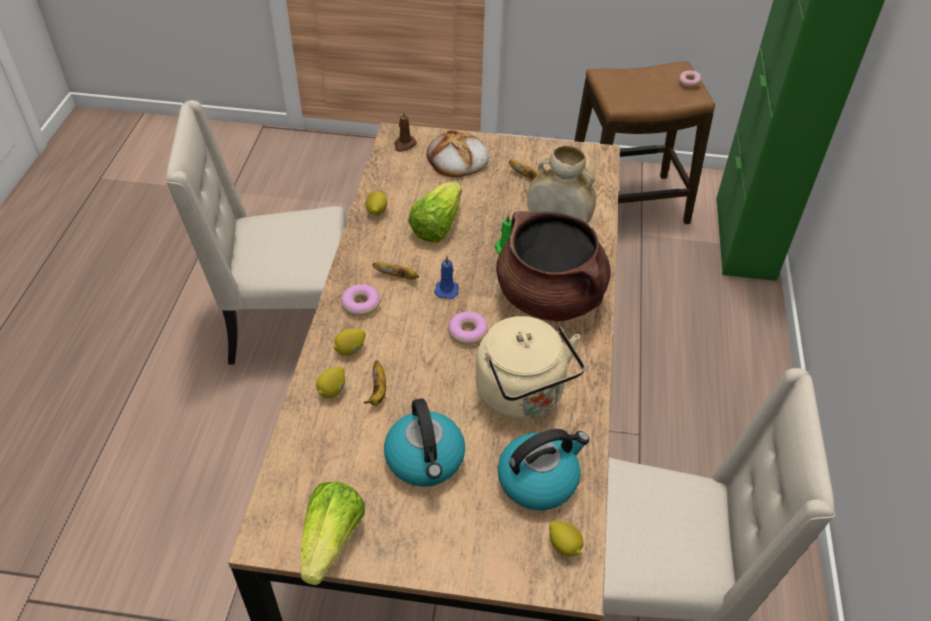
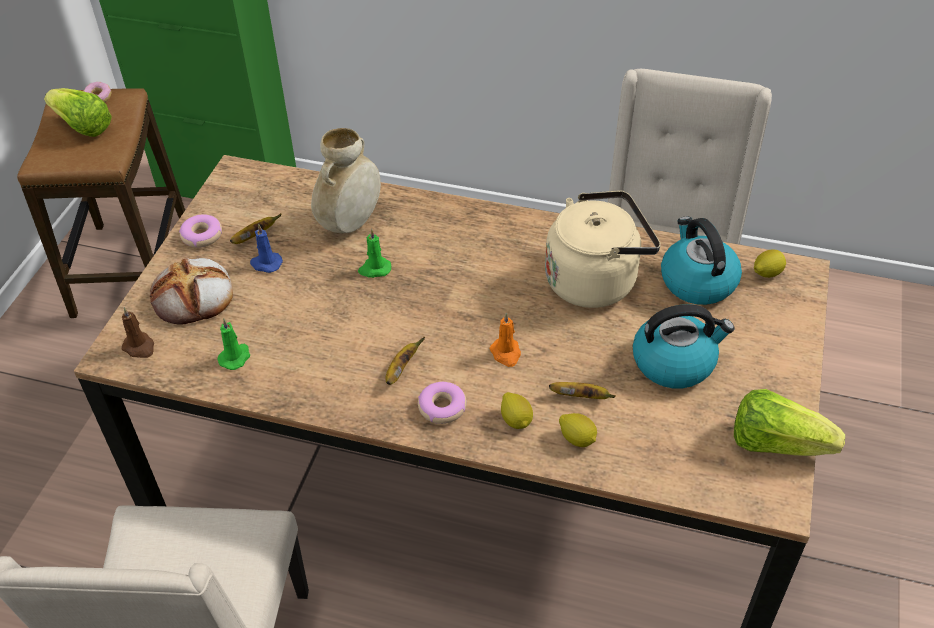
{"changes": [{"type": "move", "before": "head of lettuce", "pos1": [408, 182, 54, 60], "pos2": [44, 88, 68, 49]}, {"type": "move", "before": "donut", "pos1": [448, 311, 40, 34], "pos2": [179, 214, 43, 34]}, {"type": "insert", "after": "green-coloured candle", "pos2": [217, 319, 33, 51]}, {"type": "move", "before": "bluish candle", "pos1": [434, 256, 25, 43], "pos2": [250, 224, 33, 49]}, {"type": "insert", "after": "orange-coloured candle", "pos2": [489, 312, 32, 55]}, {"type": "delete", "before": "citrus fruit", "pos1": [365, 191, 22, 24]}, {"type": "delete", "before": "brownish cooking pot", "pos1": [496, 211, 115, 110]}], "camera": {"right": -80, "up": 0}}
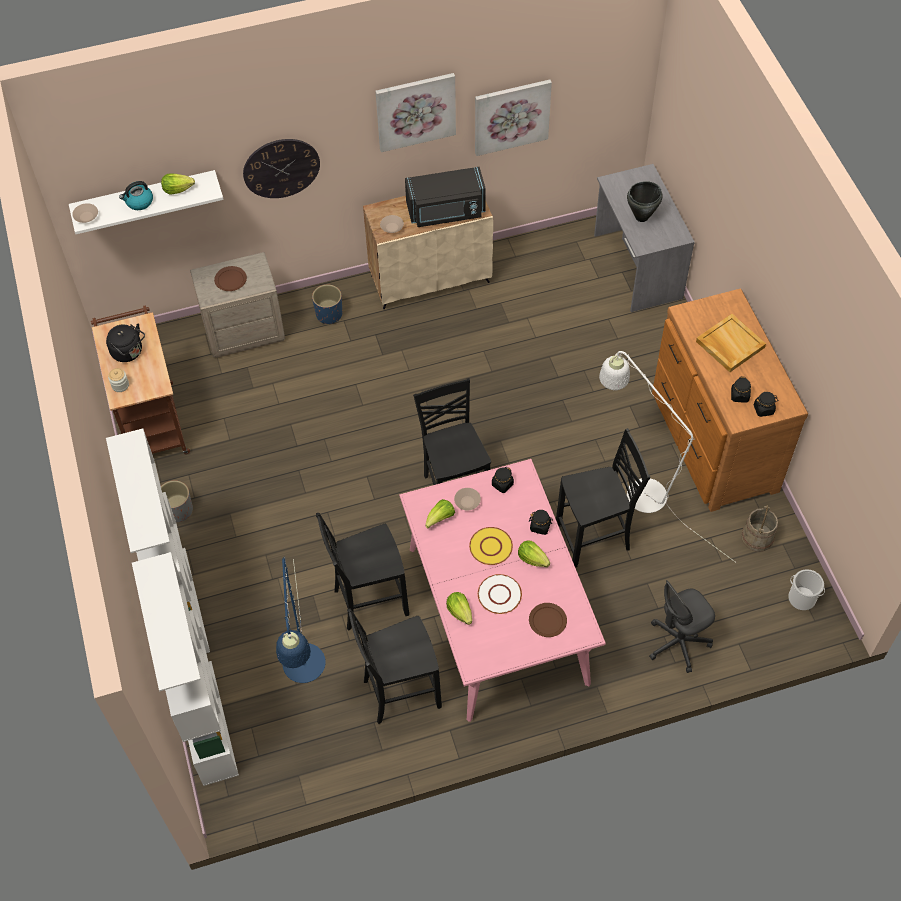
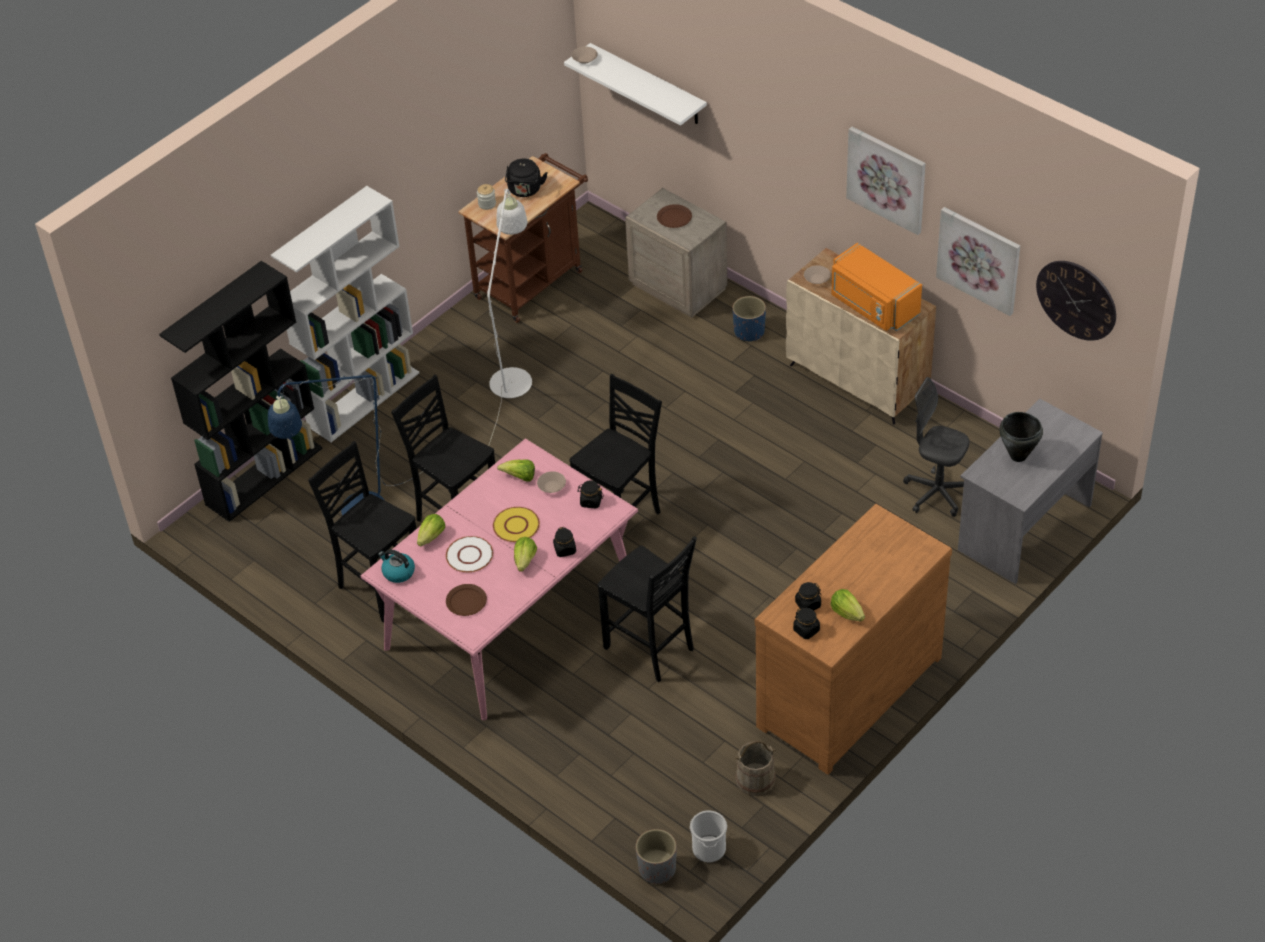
{"changes": [{"type": "recolor", "before": "whitish shelving unit", "after": "black-coloured shelving unit", "pos1": [132, 552, 107, 234], "pos2": [159, 261, 164, 261]}, {"type": "move", "before": "tea kettle", "pos1": [119, 181, 34, 29], "pos2": [378, 550, 37, 33]}, {"type": "move", "before": "whitish floor lamp", "pos1": [599, 351, 136, 211], "pos2": [487, 189, 45, 255]}, {"type": "move", "before": "gray flower pot", "pos1": [161, 480, 32, 42], "pos2": [636, 829, 40, 56]}, {"type": "recolor", "before": "black-coloured kitchen microwave", "after": "orange-coloured kitchen microwave", "pos1": [405, 167, 81, 60], "pos2": [831, 243, 91, 88]}, {"type": "move", "before": "head of lettuce", "pos1": [161, 173, 34, 21], "pos2": [831, 589, 34, 33]}, {"type": "move", "before": "gray computer chair", "pos1": [649, 580, 66, 93], "pos2": [903, 377, 66, 140]}, {"type": "move", "before": "hanging clock", "pos1": [243, 139, 77, 59], "pos2": [1036, 261, 80, 80]}, {"type": "delete", "before": "beige-coloured tray", "pos1": [696, 314, 70, 58]}], "camera": {"right": 60, "up": -10}}
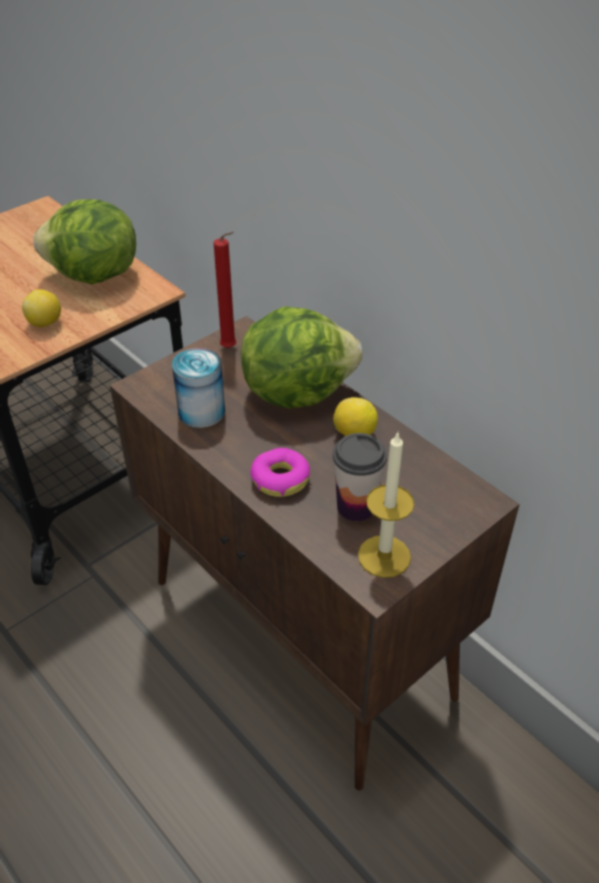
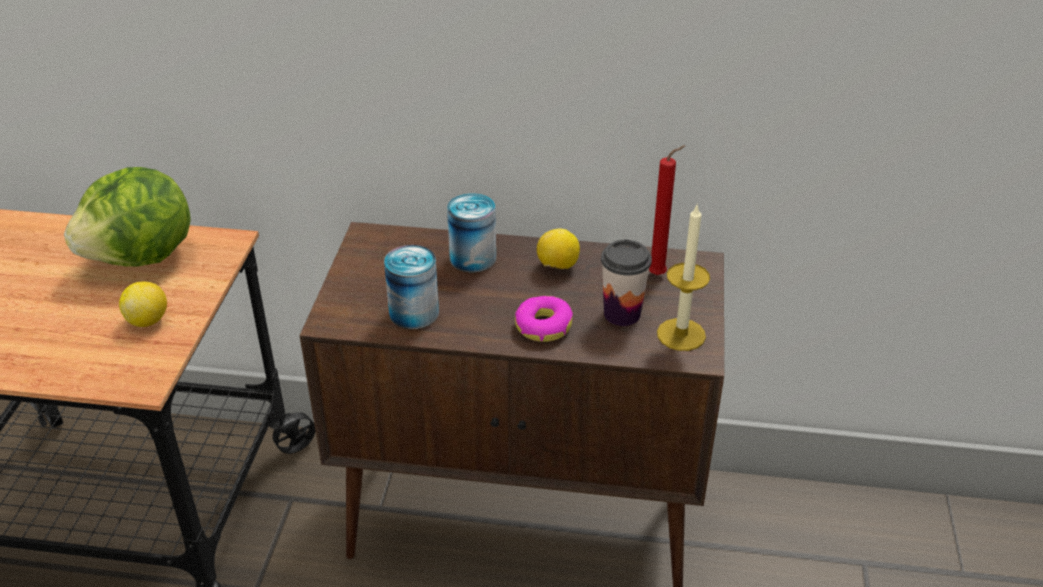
{"changes": [{"type": "replace", "before": "head of lettuce", "after": "sealed can", "pos1": [241, 306, 122, 103], "pos2": [447, 193, 49, 79]}, {"type": "move", "before": "red candle", "pos1": [213, 232, 24, 116], "pos2": [649, 145, 37, 130]}], "camera": {"right": -40, "up": -5}}
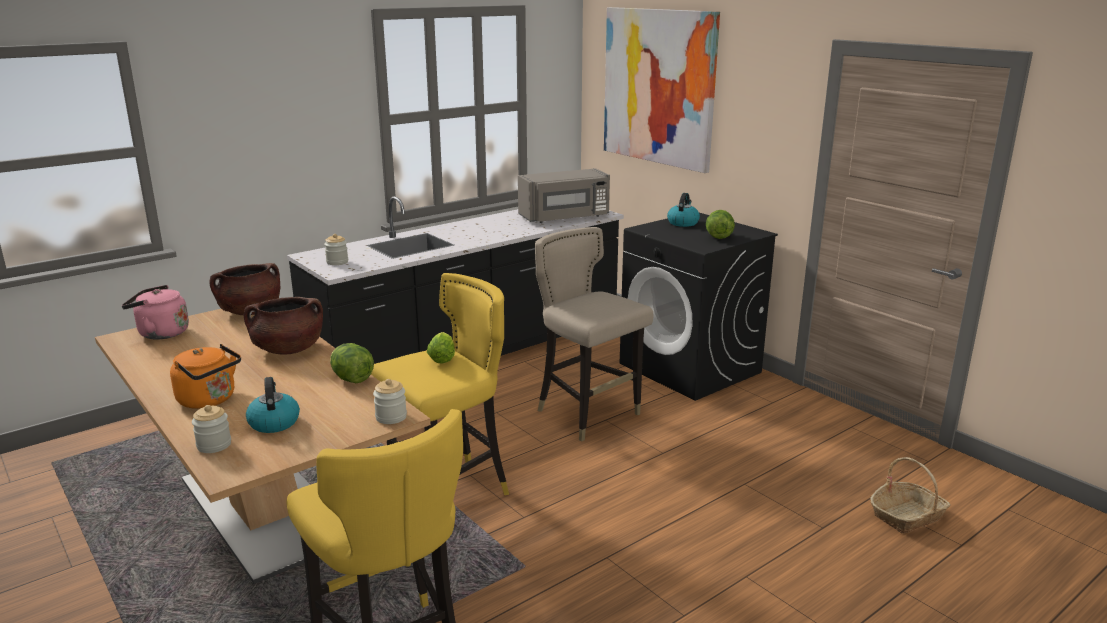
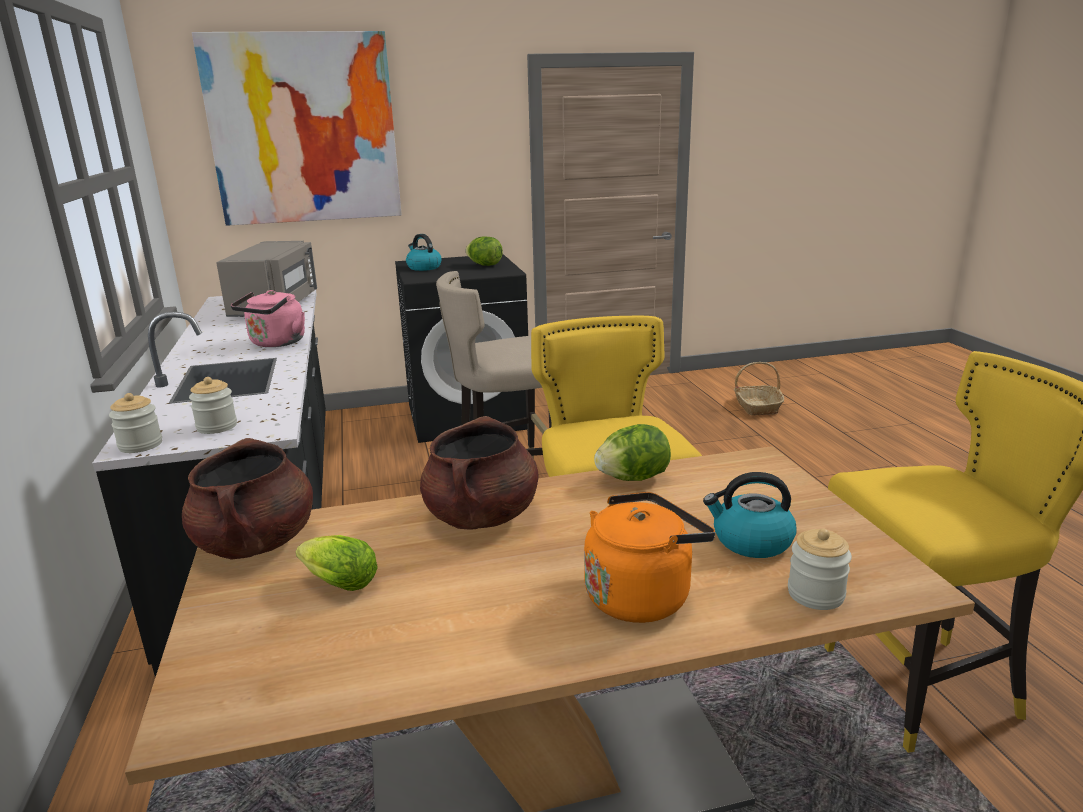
{"changes": [{"type": "move", "before": "jar", "pos1": [373, 379, 34, 45], "pos2": [109, 393, 53, 60]}, {"type": "move", "before": "pink-coloured tea kettle", "pos1": [122, 285, 67, 55], "pos2": [231, 290, 74, 57]}, {"type": "move", "before": "head of lettuce", "pos1": [427, 332, 28, 32], "pos2": [296, 535, 82, 56]}], "camera": {"right": -65, "up": 0}}
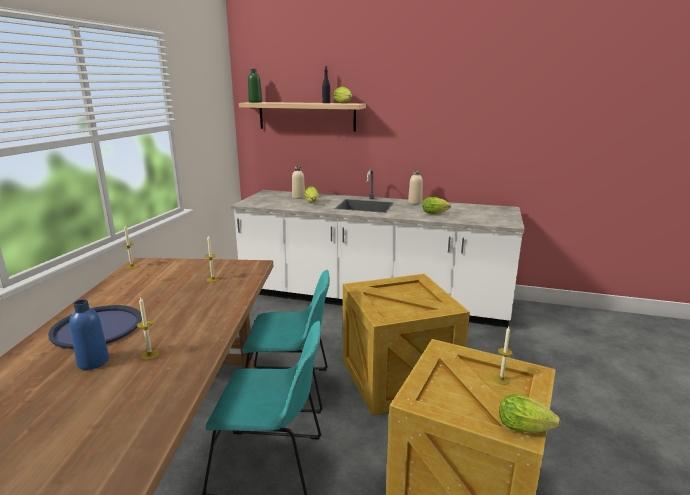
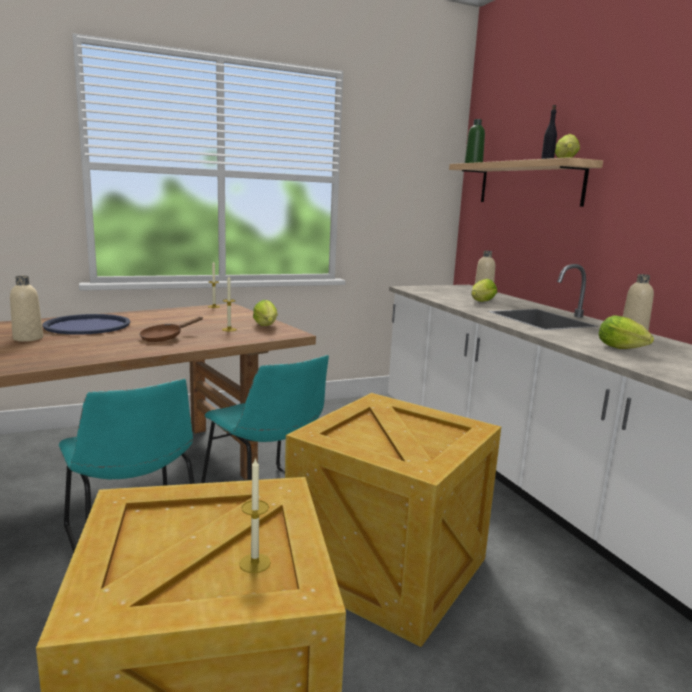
{"changes": [{"type": "recolor", "before": "bluish beverage bottle", "after": "beige-coloured beverage bottle", "pos1": [69, 299, 40, 71], "pos2": [10, 276, 33, 66]}, {"type": "insert", "after": "brownish skillet", "pos2": [139, 317, 64, 25]}, {"type": "move", "before": "head of lettuce", "pos1": [499, 394, 62, 39], "pos2": [253, 300, 25, 26]}, {"type": "delete", "before": "candle", "pos1": [137, 297, 22, 63]}], "camera": {"right": 50, "up": -5}}
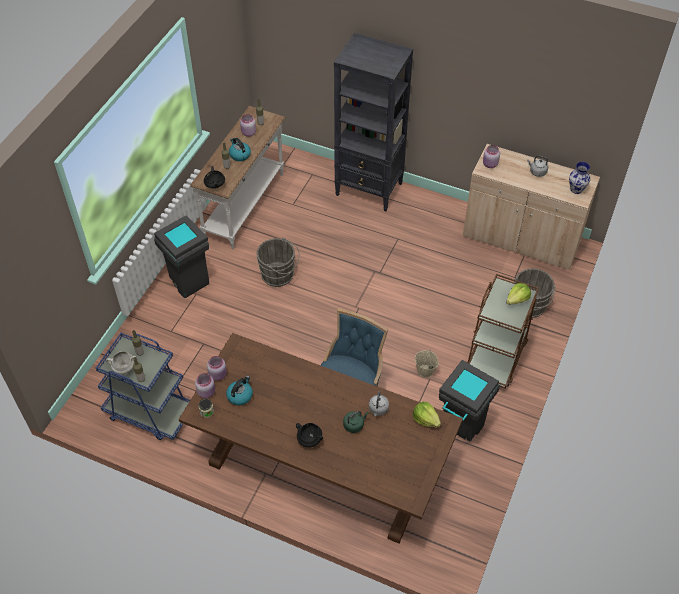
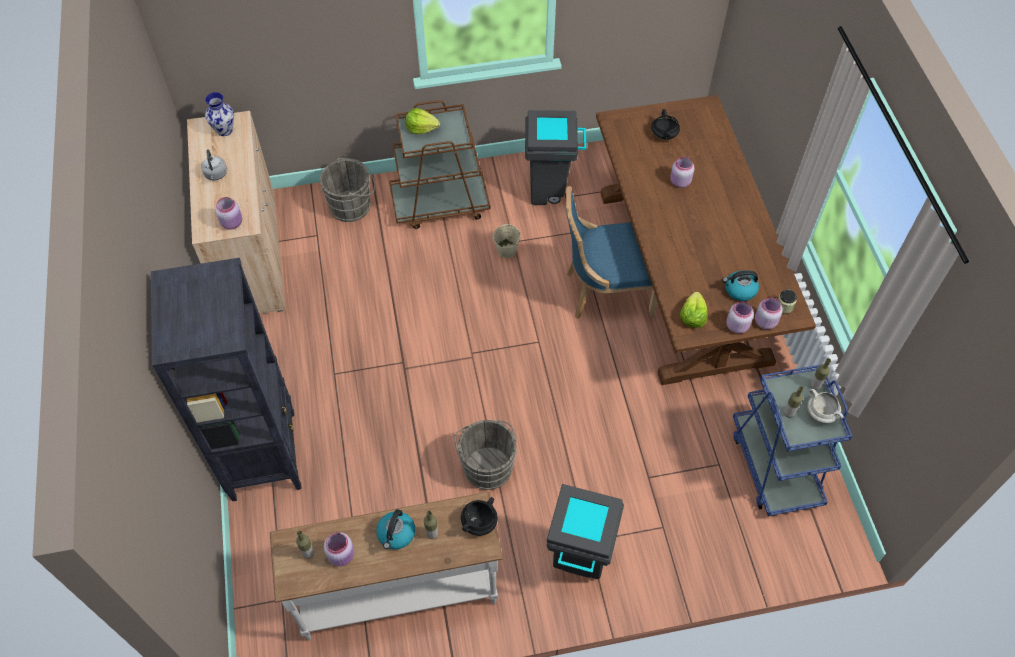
{"changes": [{"type": "move", "before": "black-coloured cooking pot", "pos1": [296, 423, 27, 25], "pos2": [651, 109, 29, 31]}, {"type": "replace", "before": "green-coloured tea kettle", "after": "pink-coloured jar", "pos1": [343, 411, 26, 22], "pos2": [670, 157, 24, 31]}, {"type": "move", "before": "head of lettuce", "pos1": [413, 402, 28, 26], "pos2": [680, 292, 27, 36]}, {"type": "delete", "before": "gray tea kettle", "pos1": [369, 391, 20, 25]}], "camera": {"right": -125, "up": 5}}
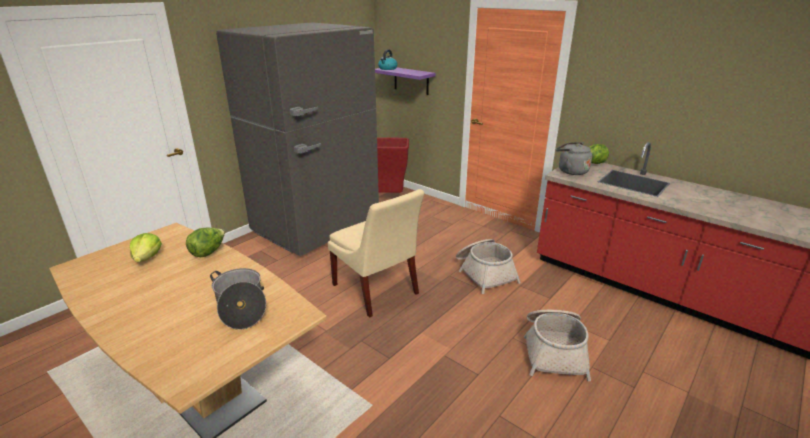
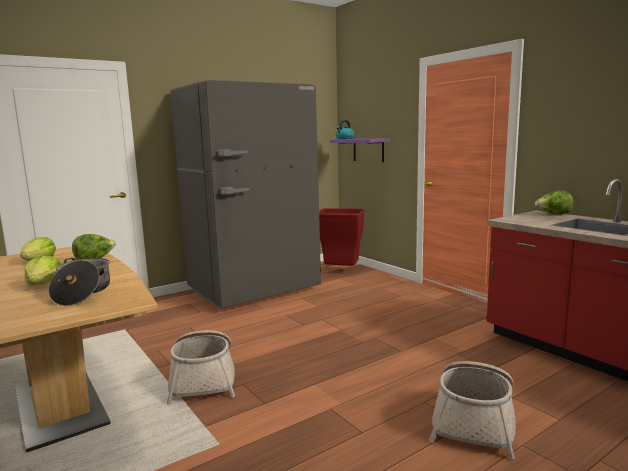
{"changes": [{"type": "insert", "after": "head of lettuce", "pos2": [25, 256, 36, 30]}, {"type": "move", "before": "basket", "pos1": [456, 239, 65, 55], "pos2": [167, 330, 68, 75]}, {"type": "delete", "before": "beige-coloured plain chair", "pos1": [328, 189, 97, 128]}, {"type": "delete", "before": "gray tea kettle", "pos1": [556, 142, 36, 33]}], "camera": {"right": 15, "up": -15}}
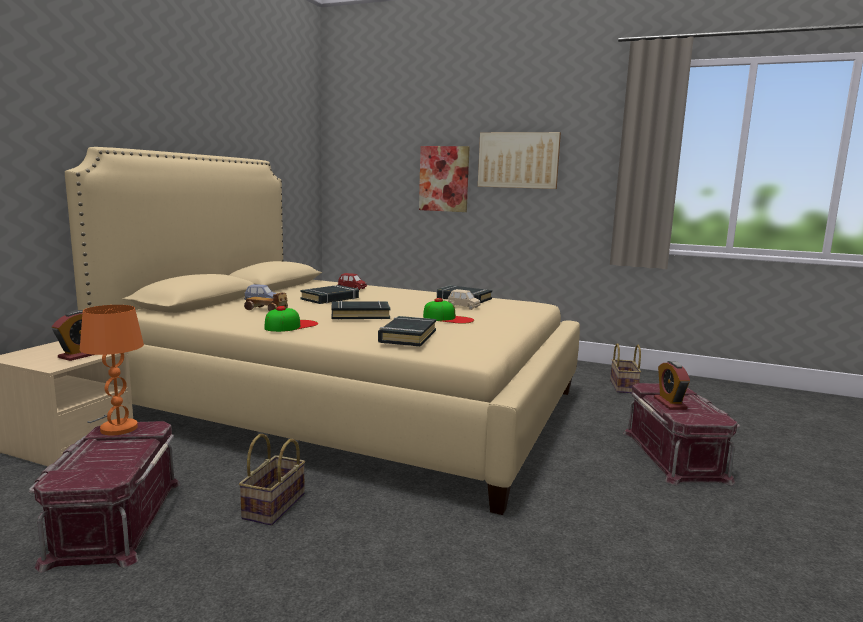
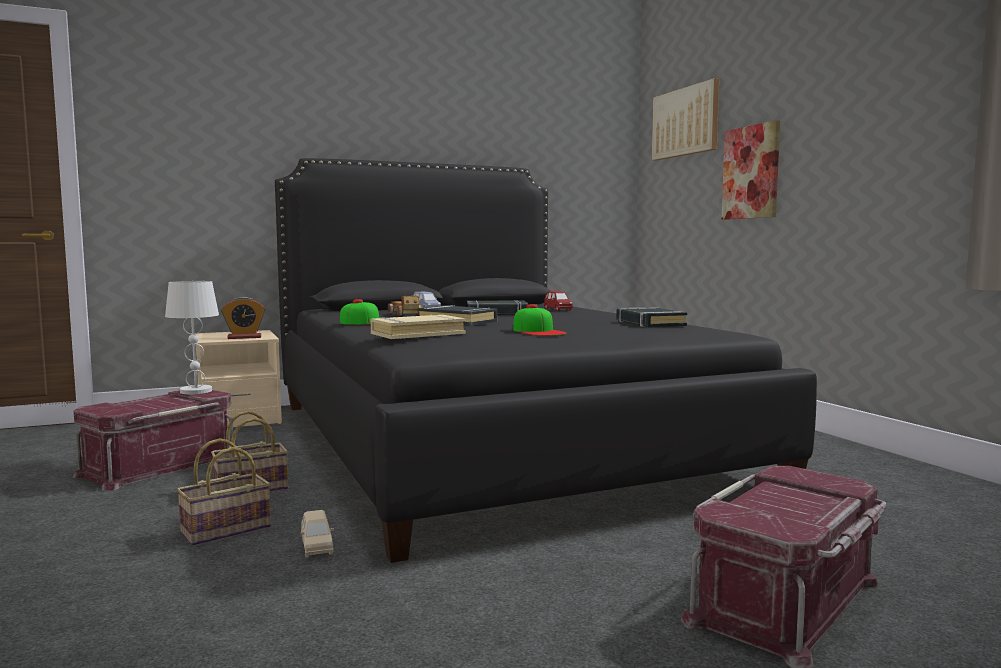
{"changes": [{"type": "recolor", "before": "orange-coloured table lamp", "after": "whitish table lamp", "pos1": [80, 305, 64, 130], "pos2": [165, 281, 54, 113]}, {"type": "move", "before": "basket", "pos1": [610, 343, 31, 50], "pos2": [177, 438, 94, 108]}, {"type": "recolor", "before": "beige-coloured sleeping bed", "after": "black-coloured sleeping bed", "pos1": [65, 147, 515, 368], "pos2": [275, 158, 542, 405]}, {"type": "move", "before": "beige-coloured model car", "pos1": [448, 289, 33, 21], "pos2": [301, 510, 33, 48]}, {"type": "recolor", "before": "black-coloured book", "after": "beige-coloured book", "pos1": [378, 316, 58, 31], "pos2": [371, 315, 95, 24]}, {"type": "move", "before": "wall art", "pos1": [478, 132, 83, 57], "pos2": [652, 78, 67, 82]}, {"type": "delete", "before": "alarm clock", "pos1": [654, 361, 36, 49]}], "camera": {"right": 45, "up": -5}}
